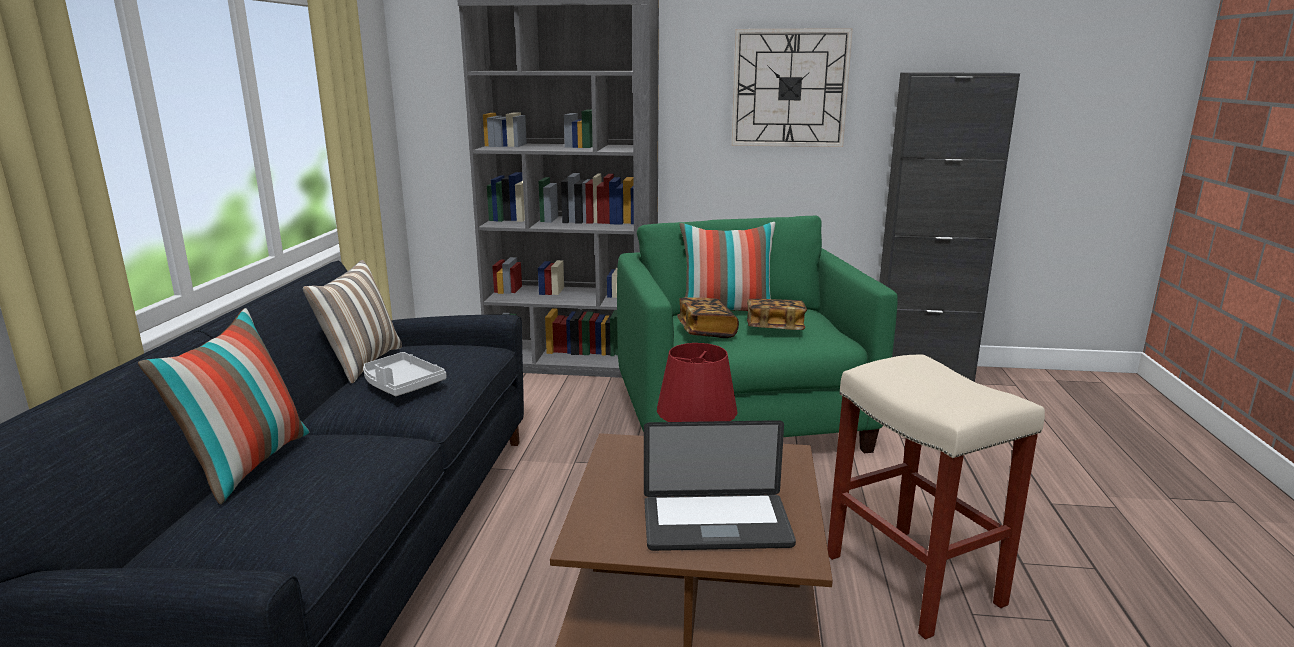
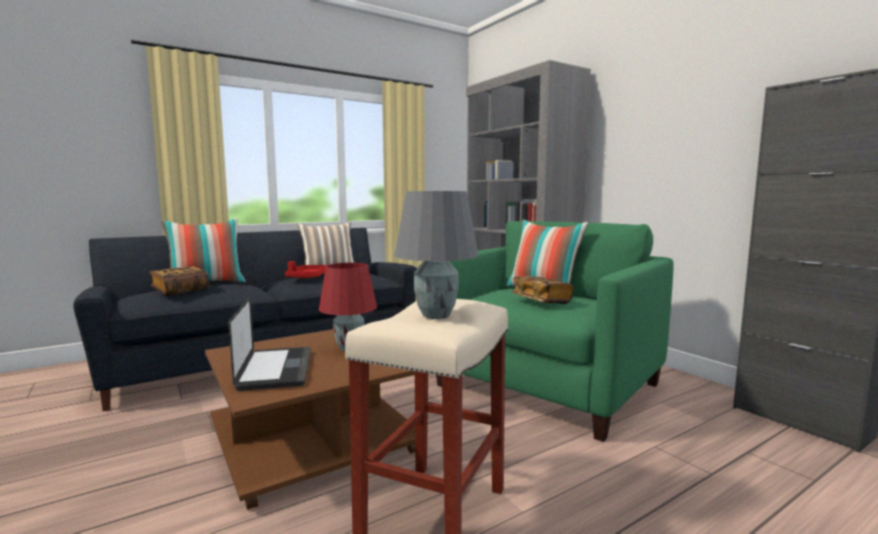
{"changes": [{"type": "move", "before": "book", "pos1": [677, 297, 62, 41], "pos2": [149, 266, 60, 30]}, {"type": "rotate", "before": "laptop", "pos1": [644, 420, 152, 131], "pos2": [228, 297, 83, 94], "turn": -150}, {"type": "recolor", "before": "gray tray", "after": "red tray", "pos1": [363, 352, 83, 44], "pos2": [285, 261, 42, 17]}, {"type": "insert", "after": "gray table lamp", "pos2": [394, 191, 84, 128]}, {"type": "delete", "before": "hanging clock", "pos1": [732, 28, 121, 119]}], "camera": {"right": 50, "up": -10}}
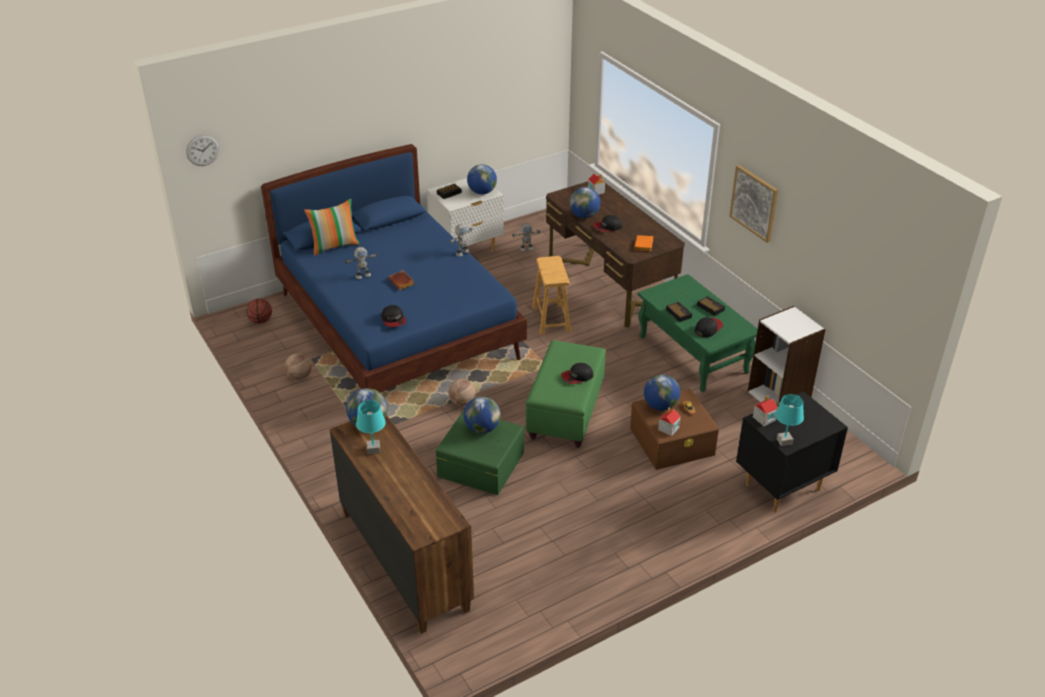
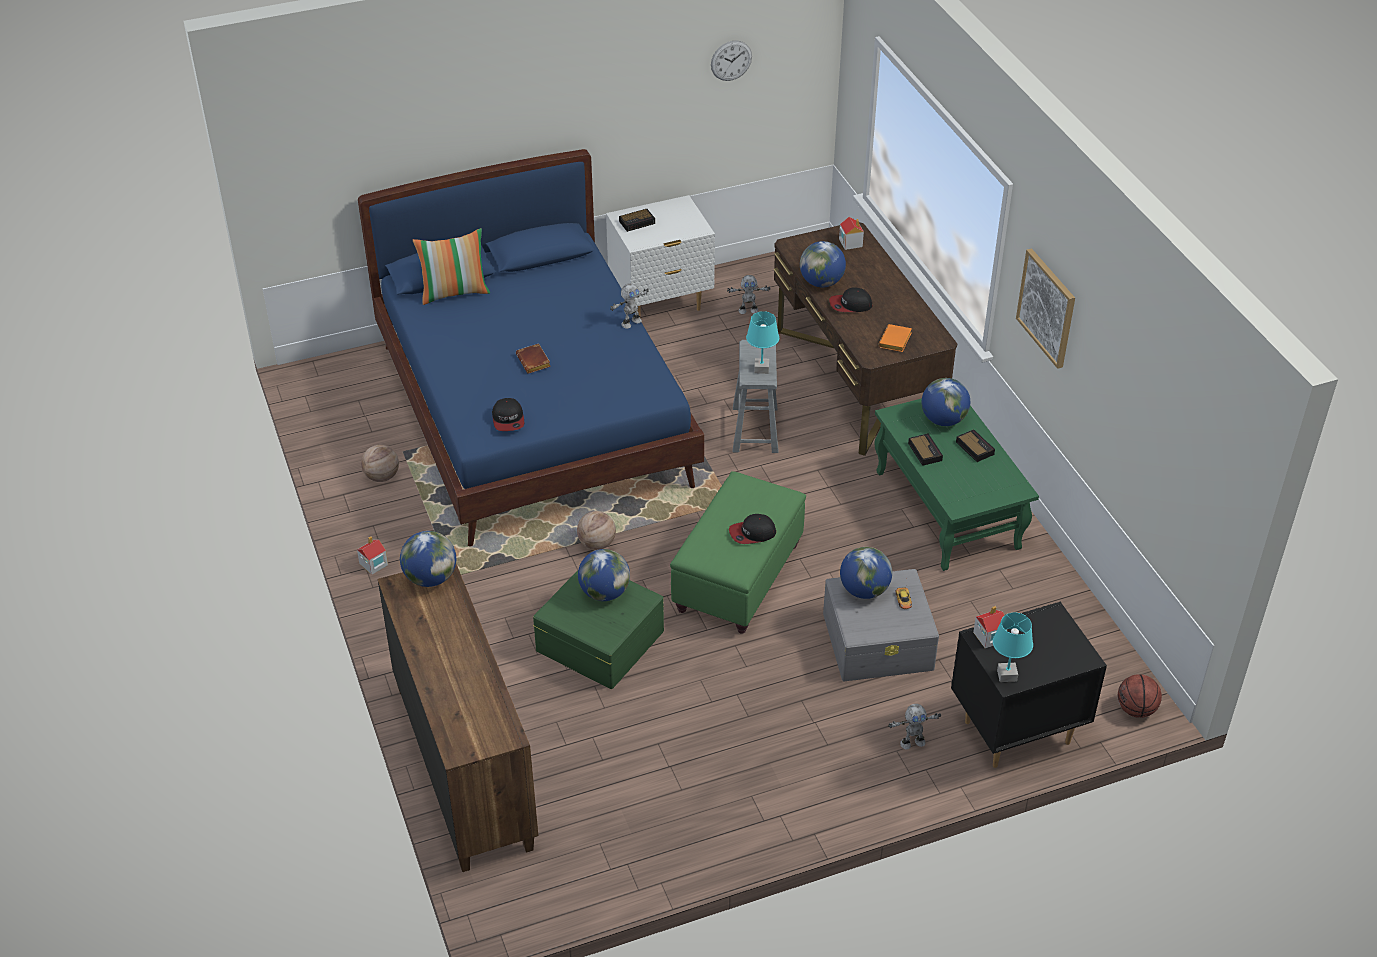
{"changes": [{"type": "move", "before": "miniature house", "pos1": [658, 407, 23, 29], "pos2": [357, 536, 31, 39]}, {"type": "move", "before": "hanging clock", "pos1": [186, 135, 33, 31], "pos2": [711, 41, 41, 40]}, {"type": "recolor", "before": "brownish sitting stool", "after": "gray sitting stool", "pos1": [532, 256, 39, 79], "pos2": [733, 340, 46, 113]}, {"type": "move", "before": "turquoise-coloured table lamp", "pos1": [356, 400, 30, 54], "pos2": [746, 311, 33, 63]}, {"type": "recolor", "before": "brownish storage box", "after": "gray storage box", "pos1": [630, 389, 89, 81], "pos2": [823, 569, 116, 112]}, {"type": "move", "before": "model robot", "pos1": [345, 247, 32, 32], "pos2": [888, 704, 53, 46]}, {"type": "move", "before": "world globe", "pos1": [467, 164, 30, 31], "pos2": [922, 378, 48, 48]}, {"type": "move", "before": "basketball ball", "pos1": [246, 299, 26, 25], "pos2": [1118, 674, 44, 44]}, {"type": "delete", "before": "baseball cap", "pos1": [695, 317, 28, 20]}, {"type": "delete", "before": "whitish shelving unit", "pos1": [748, 306, 78, 97]}], "camera": {"right": 10, "up": 5}}
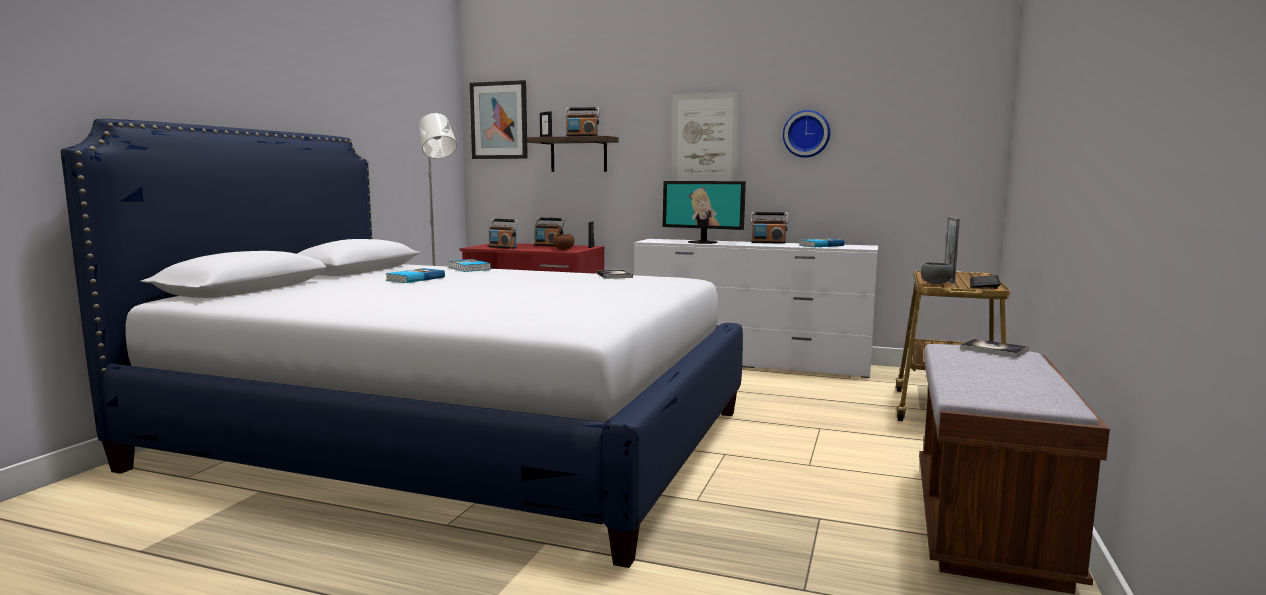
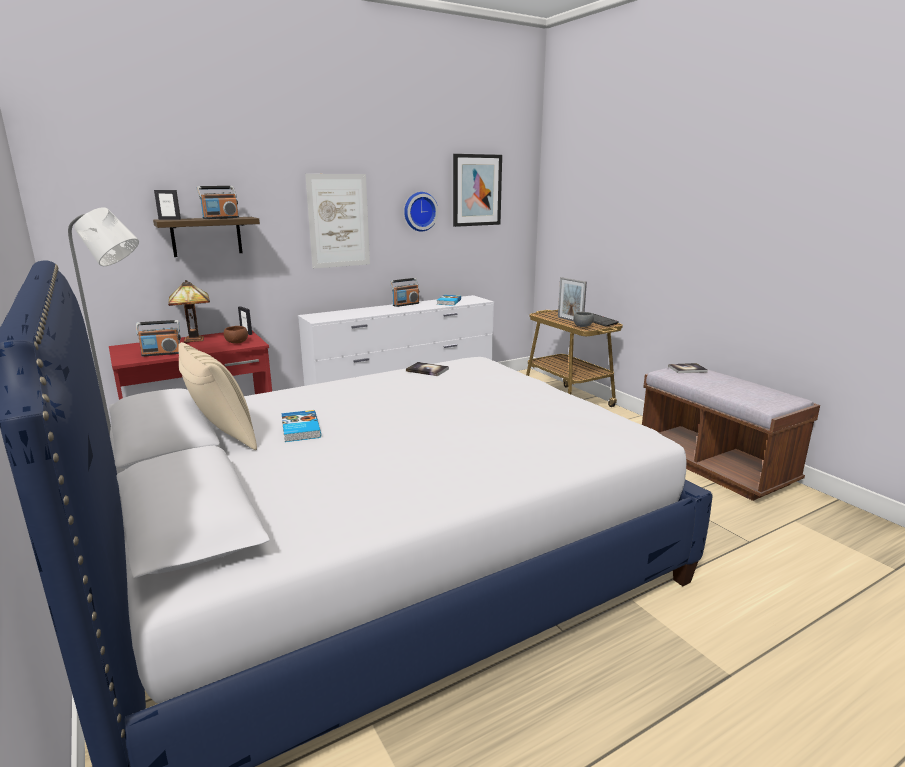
{"changes": [{"type": "replace", "before": "radio set", "after": "table lamp", "pos1": [534, 218, 31, 28], "pos2": [168, 280, 42, 63]}, {"type": "insert", "after": "beige-coloured throw pillow", "pos2": [178, 342, 79, 108]}, {"type": "move", "before": "wall art", "pos1": [470, 80, 58, 79], "pos2": [453, 154, 49, 73]}, {"type": "delete", "before": "book", "pos1": [449, 259, 42, 13]}, {"type": "delete", "before": "computer screen", "pos1": [662, 181, 84, 63]}], "camera": {"right": -50, "up": 10}}
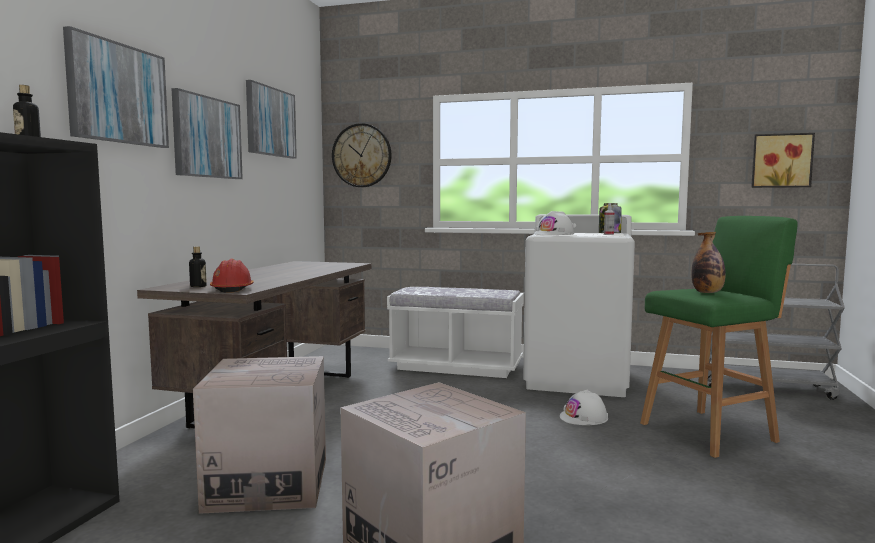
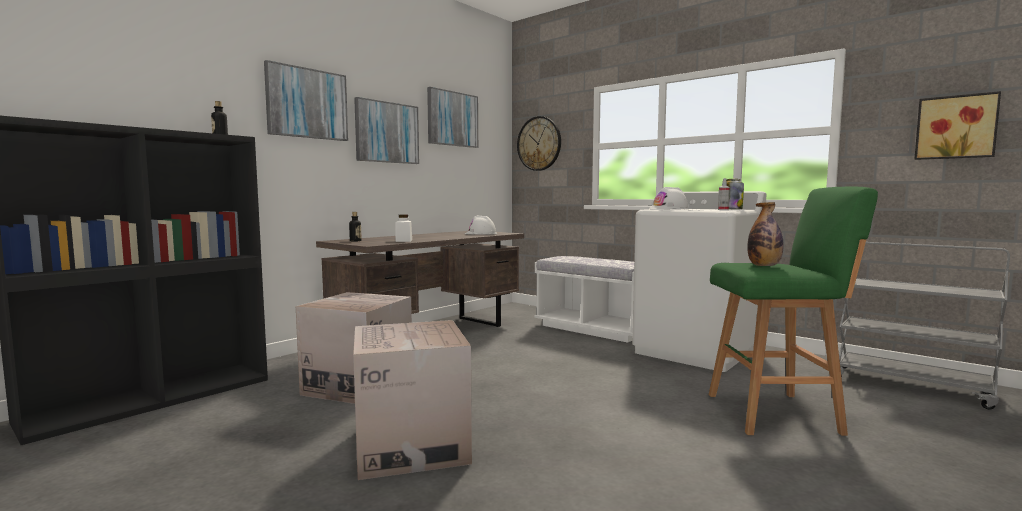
{"changes": [{"type": "insert", "after": "whitish jar", "pos2": [395, 215, 17, 27]}, {"type": "move", "before": "whitish work helmet", "pos1": [560, 390, 48, 35], "pos2": [465, 216, 32, 19]}, {"type": "delete", "before": "red work helmet", "pos1": [210, 259, 44, 34]}], "camera": {"right": 25, "up": 0}}
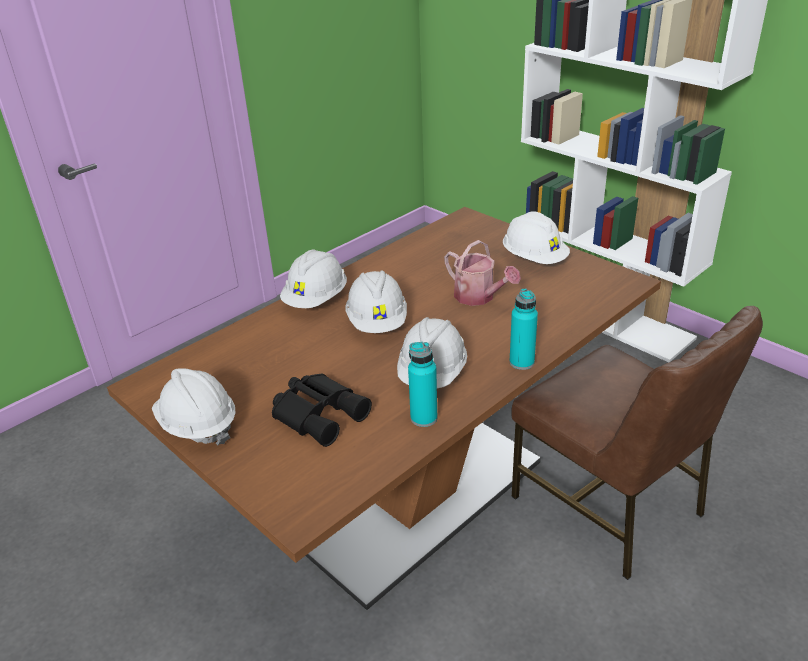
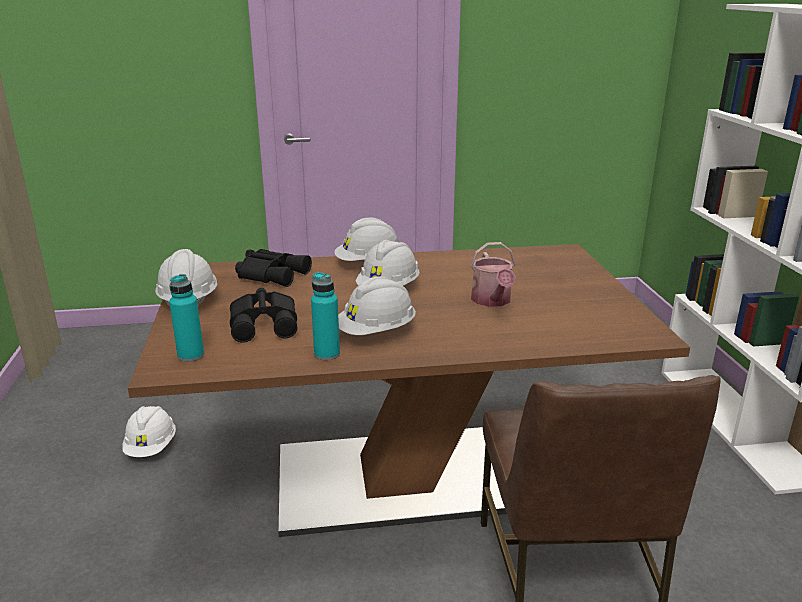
{"changes": [{"type": "move", "before": "whitish work helmet", "pos1": [503, 211, 67, 53], "pos2": [122, 406, 54, 51]}, {"type": "move", "before": "turquoise-coloured beverage bottle", "pos1": [509, 288, 29, 82], "pos2": [169, 274, 35, 88]}, {"type": "insert", "after": "black-coloured field glasses", "pos2": [235, 249, 77, 38]}], "camera": {"right": 35, "up": -10}}
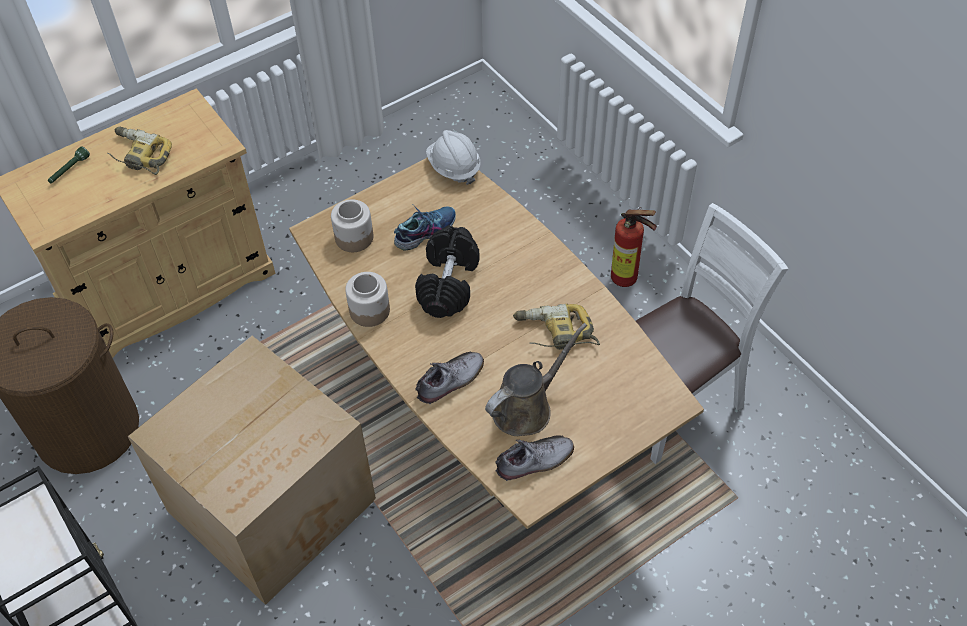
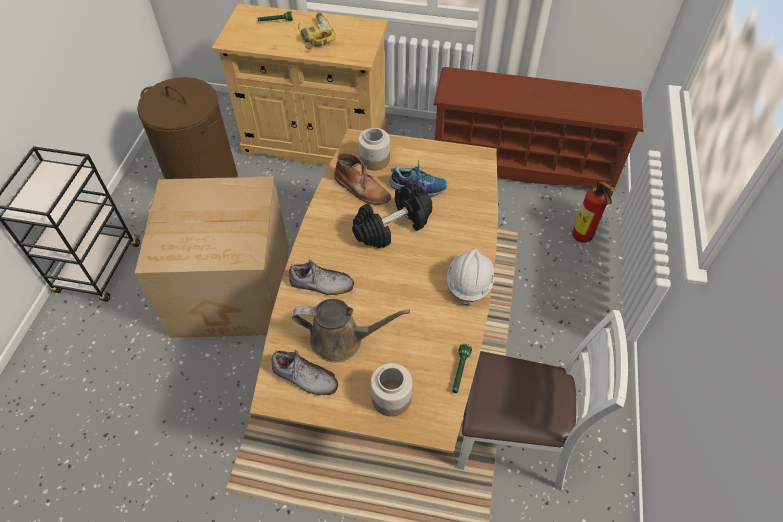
{"changes": [{"type": "insert", "after": "brownish tall boot", "pos2": [334, 152, 57, 53]}, {"type": "move", "before": "jar", "pos1": [345, 272, 45, 55], "pos2": [371, 363, 41, 54]}, {"type": "insert", "after": "brownish shoe stand", "pos2": [433, 67, 211, 130]}, {"type": "move", "before": "whitish work helmet", "pos1": [426, 130, 54, 55], "pos2": [447, 249, 47, 57]}, {"type": "insert", "after": "green-coloured flashlight", "pos2": [452, 344, 20, 49]}, {"type": "move", "before": "extinguisher", "pos1": [611, 207, 46, 80], "pos2": [572, 181, 44, 62]}, {"type": "delete", "before": "electric drill", "pos1": [513, 304, 87, 46]}], "camera": {"right": 45, "up": 0}}
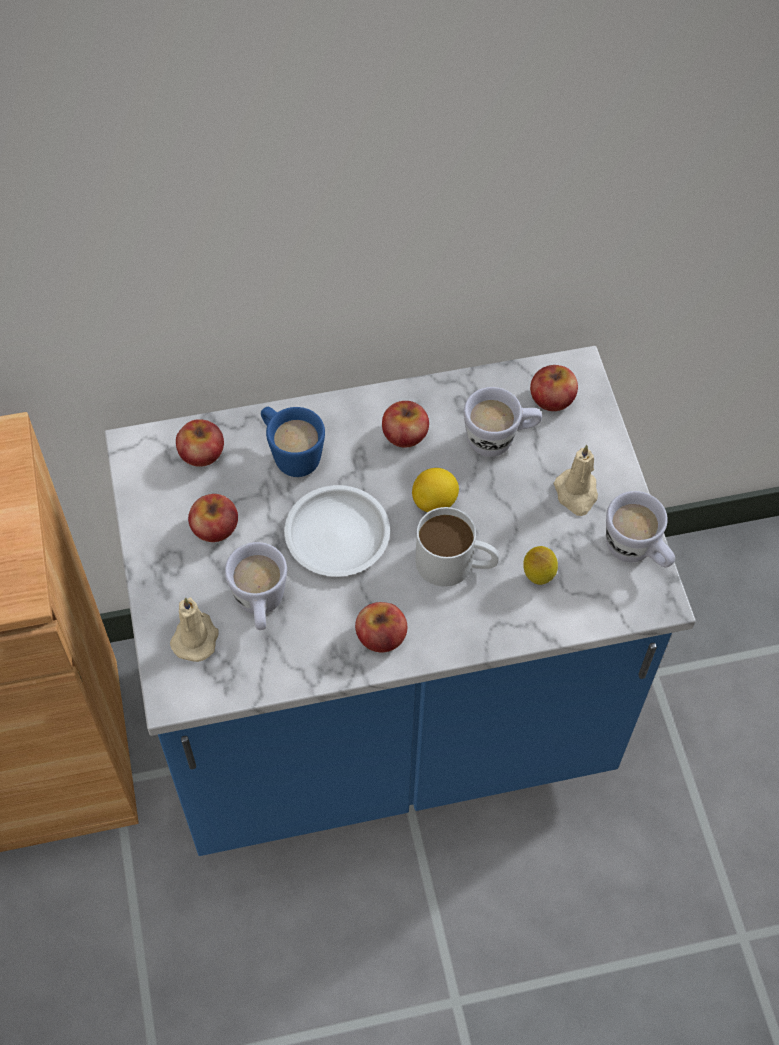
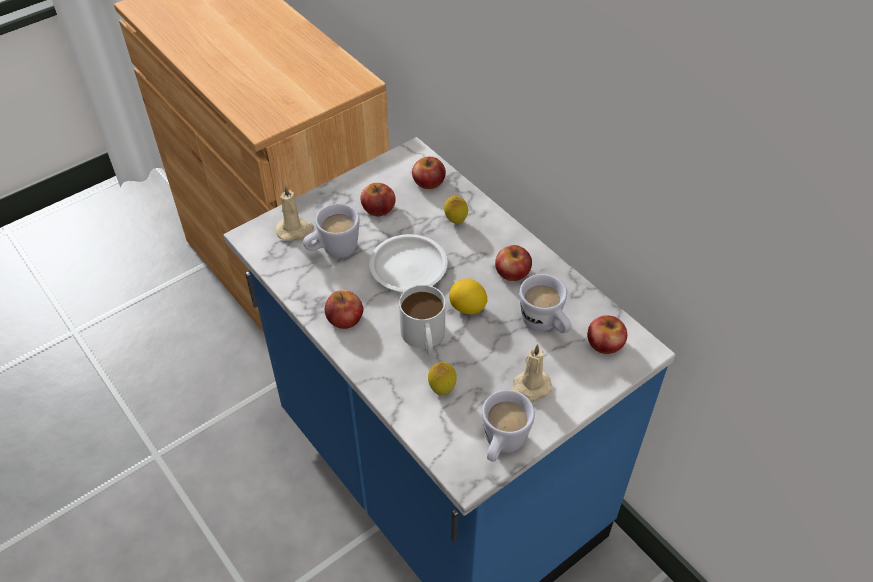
{"changes": [{"type": "replace", "before": "bluish mug", "after": "citrus fruit", "pos1": [261, 407, 64, 70], "pos2": [444, 196, 24, 28]}], "camera": {"right": 65, "up": -10}}
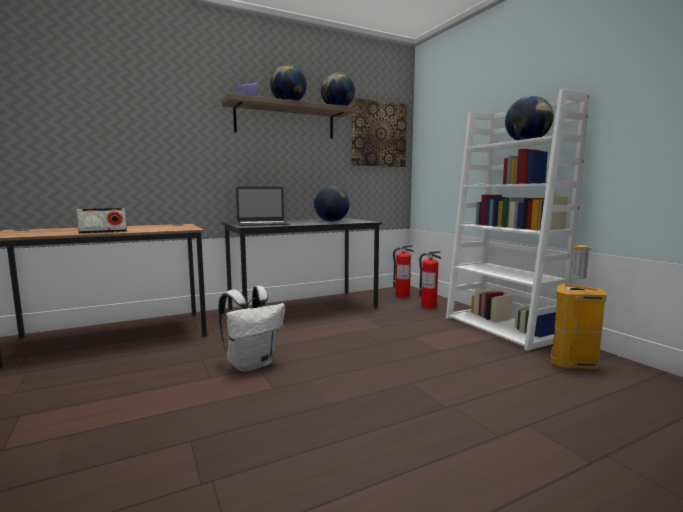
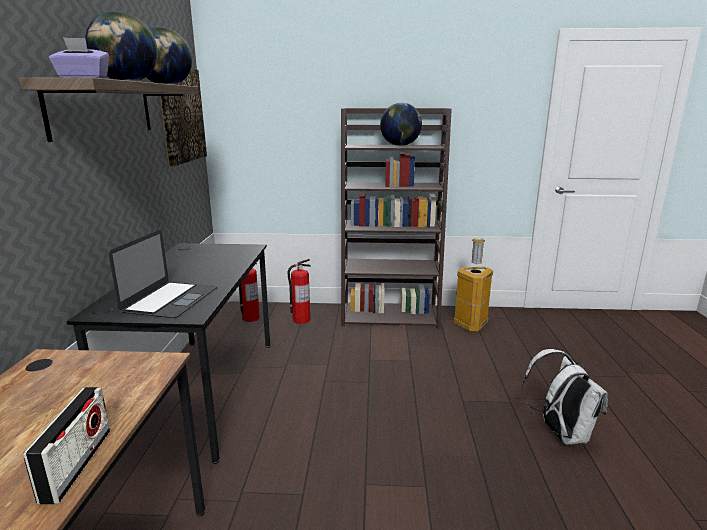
{"changes": [{"type": "recolor", "before": "whitish shelving unit", "after": "brownish shelving unit", "pos1": [446, 89, 144, 262], "pos2": [341, 108, 111, 220]}, {"type": "move", "before": "whitish knapsack", "pos1": [218, 286, 67, 86], "pos2": [522, 349, 86, 96]}, {"type": "delete", "before": "world globe", "pos1": [314, 186, 36, 36]}], "camera": {"right": -60, "up": 10}}
